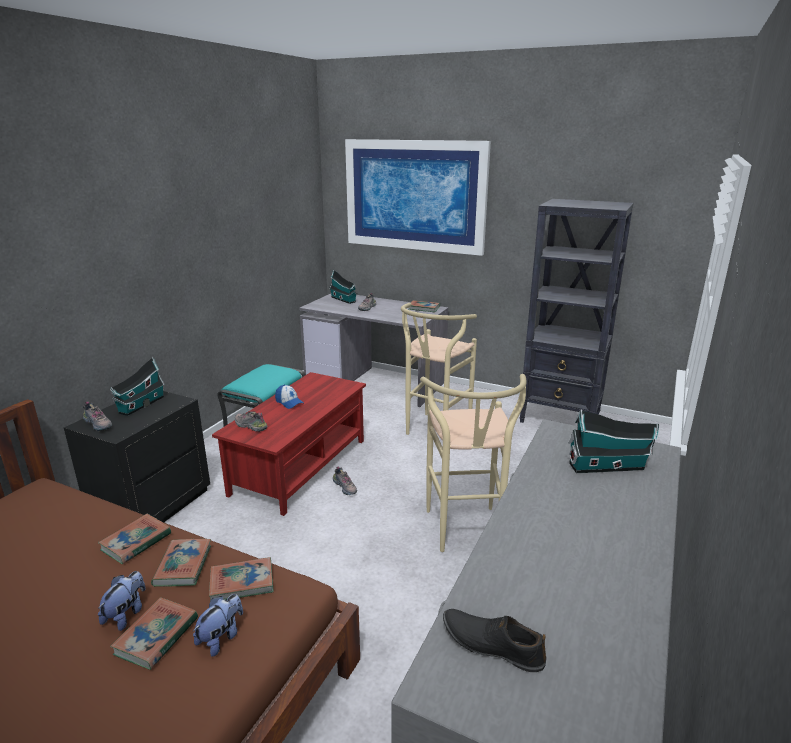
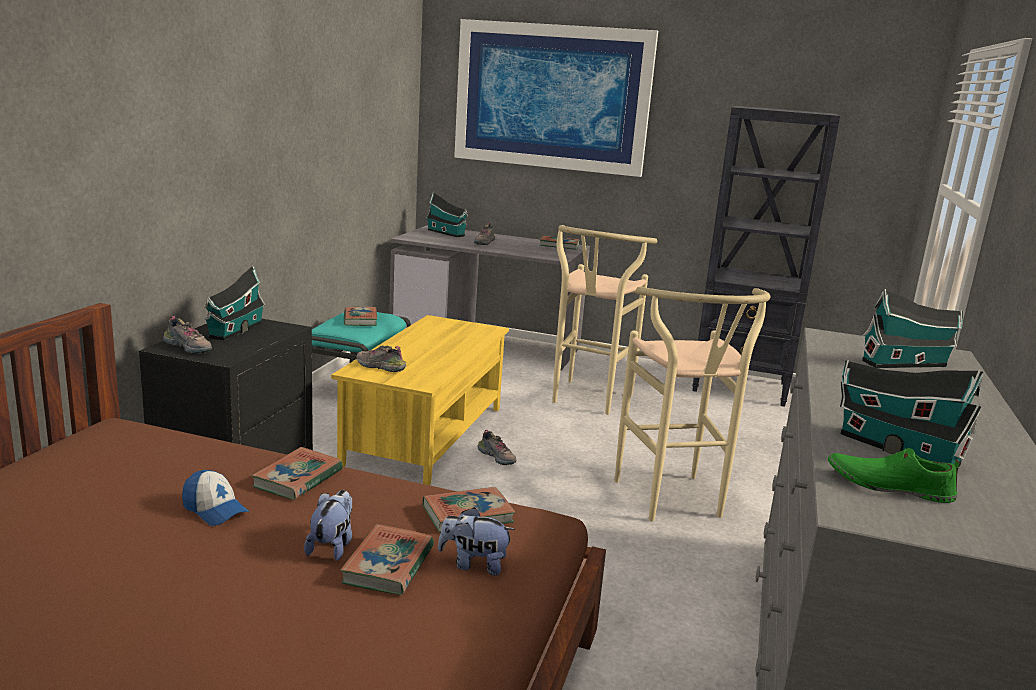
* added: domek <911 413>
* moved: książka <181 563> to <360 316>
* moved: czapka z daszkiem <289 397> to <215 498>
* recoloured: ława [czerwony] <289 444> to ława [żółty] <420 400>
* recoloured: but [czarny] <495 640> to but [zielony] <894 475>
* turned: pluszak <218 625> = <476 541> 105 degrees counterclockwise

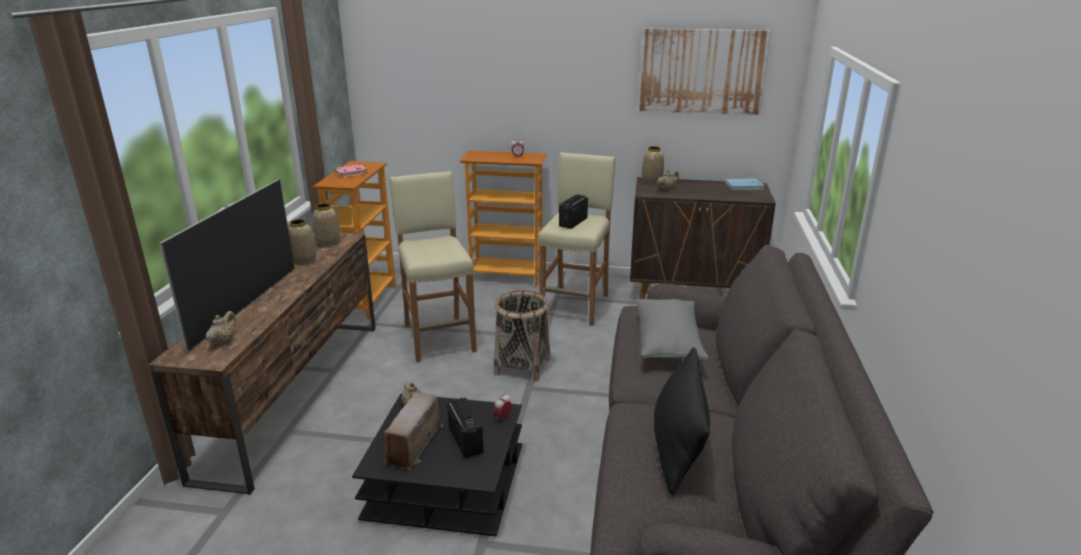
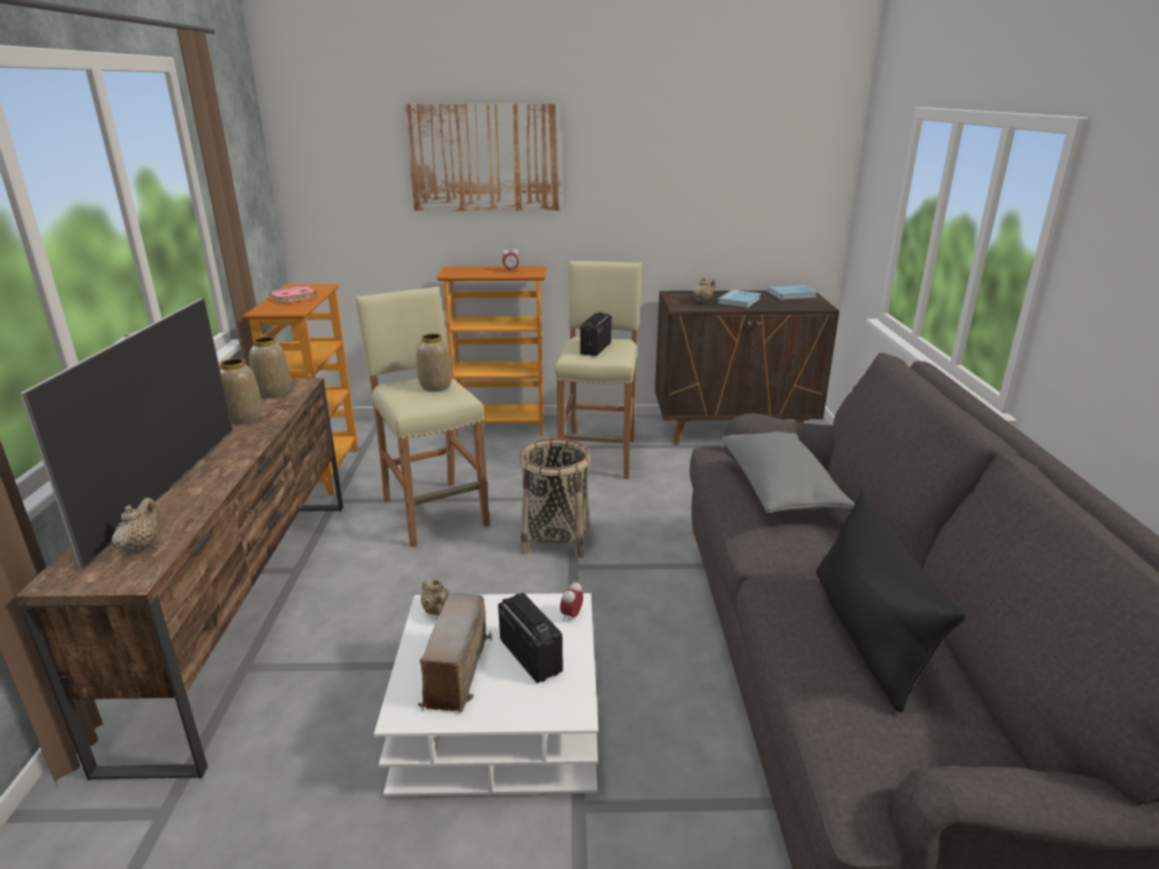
* added: książka [niebieski] <739 299>
* moved: obraz <705 71> to <483 157>
* moved: wazon <653 164> to <434 362>
* recoloured: ława [czarny] <437 465> to ława [biały] <486 694>

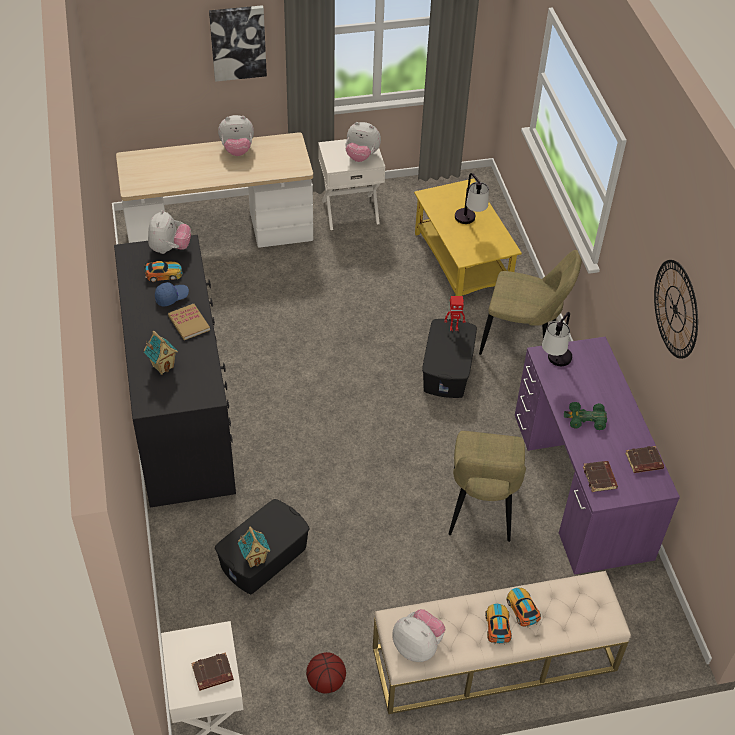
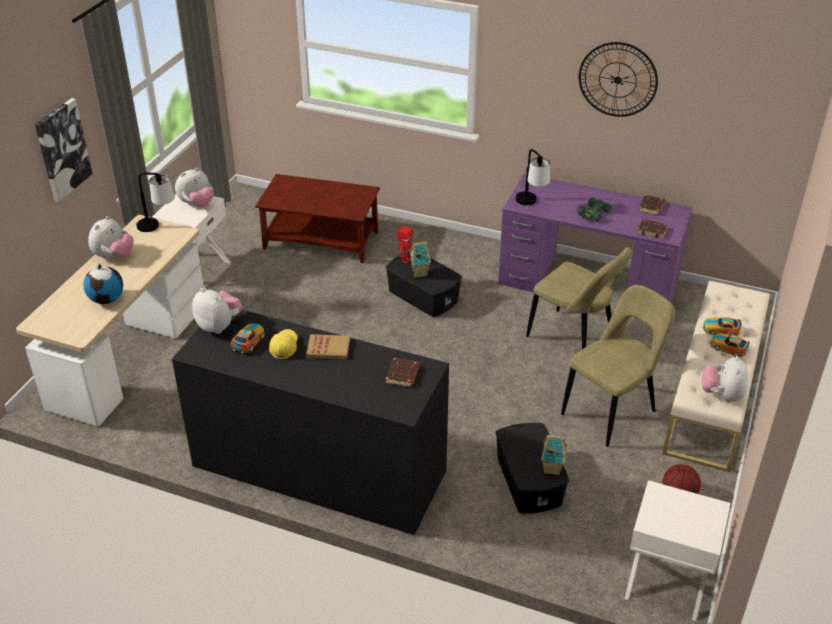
* added: globus <103 284>
* moved: domek <161 353> to <420 259>
* moved: książka [brązowy] <212 671> to <403 372>
* moved: lampa stołowa <472 198> to <156 202>
* moved: krzesło [beżowy] <530 302> to <618 365>
* recoloured: czapka z daszkiem [niebieski] <172 294> to czapka z daszkiem [żółty] <283 344>
* recoloured: ława [żółty] <468 237> to ława [brązowy] <317 218>
* turned: pluszak <418 635> = <725 379> 60 degrees counterclockwise

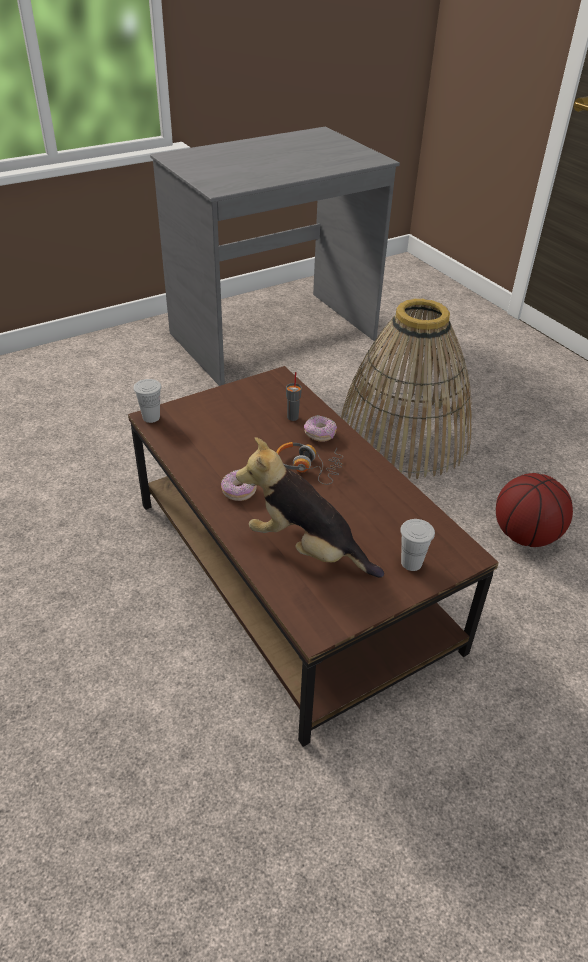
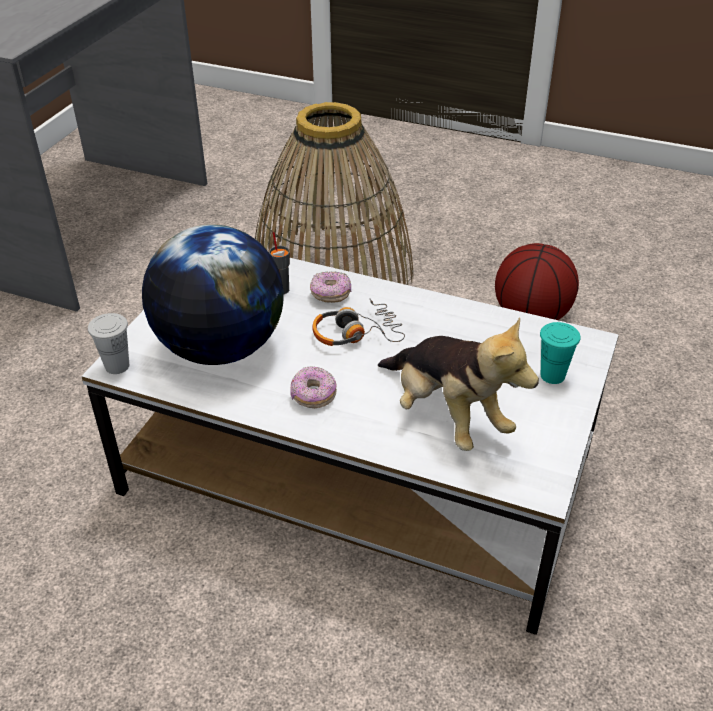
* added: globus <213 294>
* recoloured: ława [brązowy] <313 556> to ława [biały] <350 446>
* recoloured: filiżanka [biały] <417 545> to filiżanka [turkusowy] <560 353>
* turned: pluszak <310 507> = <458 384> 120 degrees counterclockwise

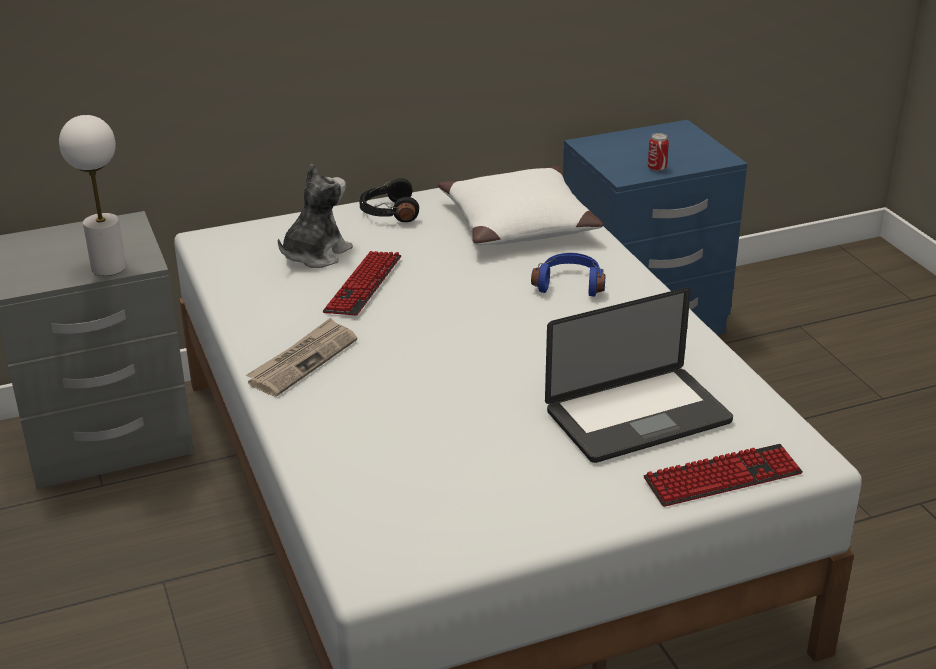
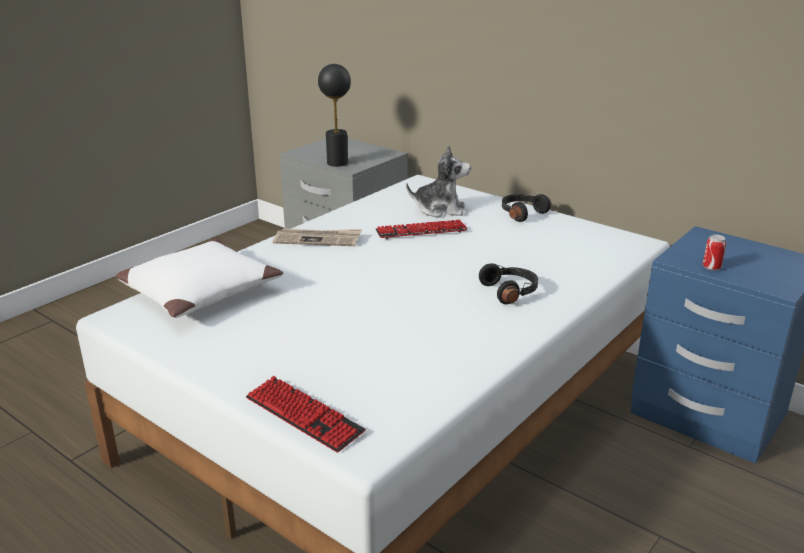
* removed: laptop <639 375>
* moved: poduszka [biały] <521 205> to <199 278>
* recoloured: lampa stołowa [biały] <92 195> to lampa stołowa [czarny] <334 115>
* recoloured: słuchawki [niebieski] <568 275> to słuchawki [czarny] <508 283>

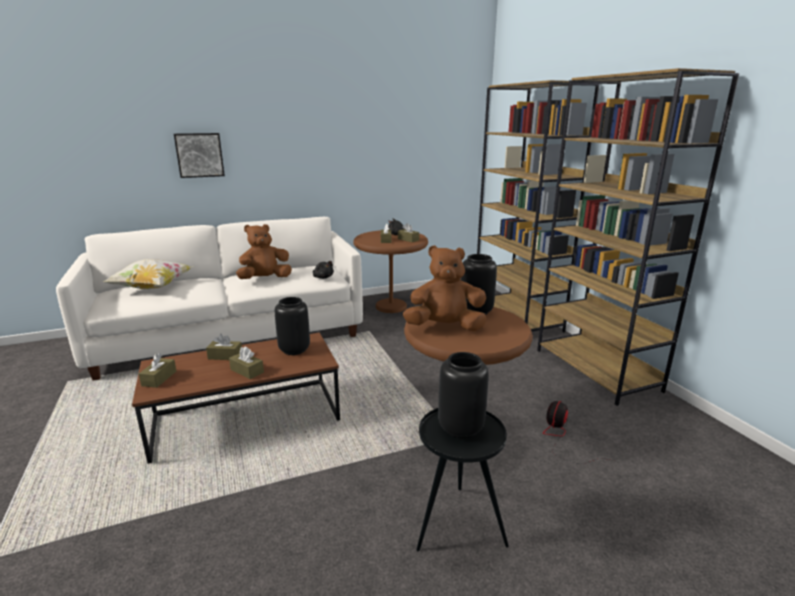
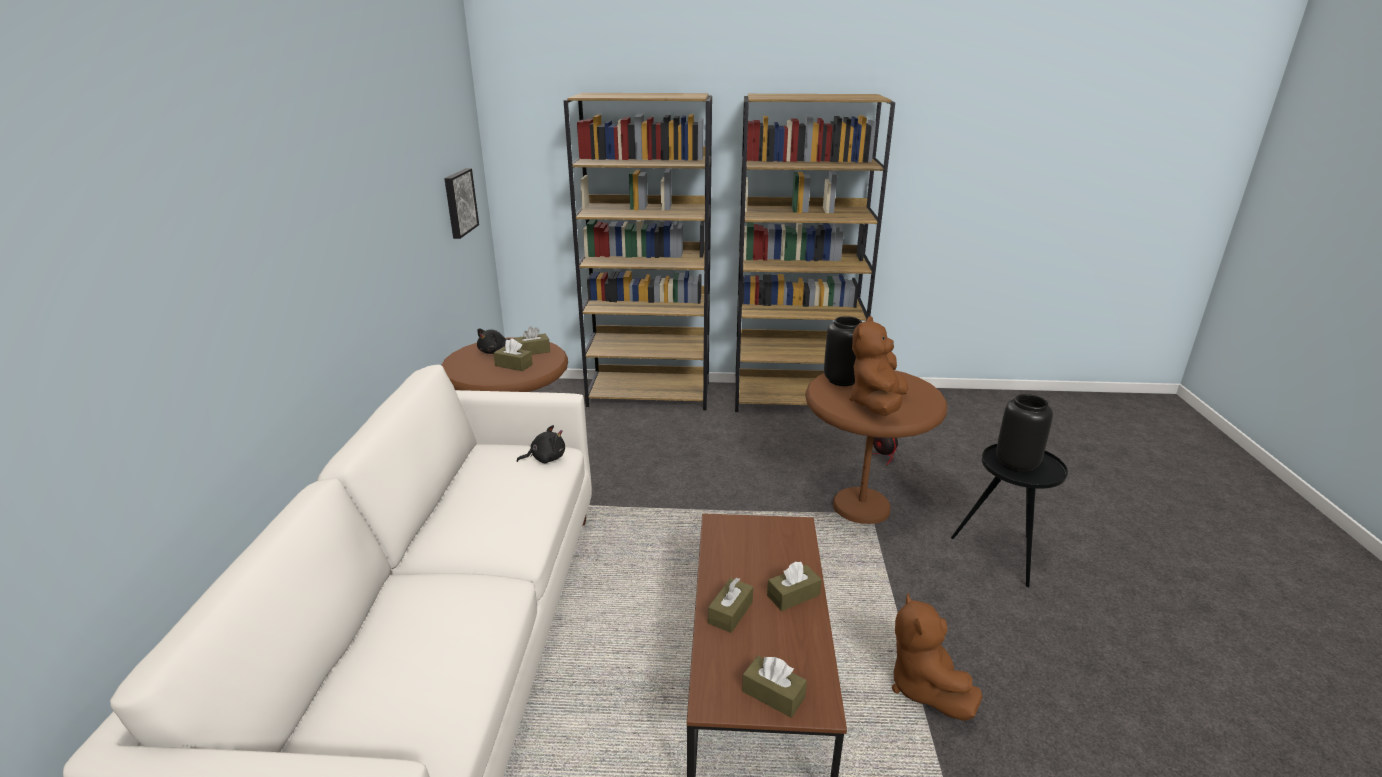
* removed: poduszka <148 274>
* removed: wazon [czarny] <292 326>
* moved: obraz <199 155> to <461 203>
* moved: pluszak [brązowy] <264 251> to <937 657>

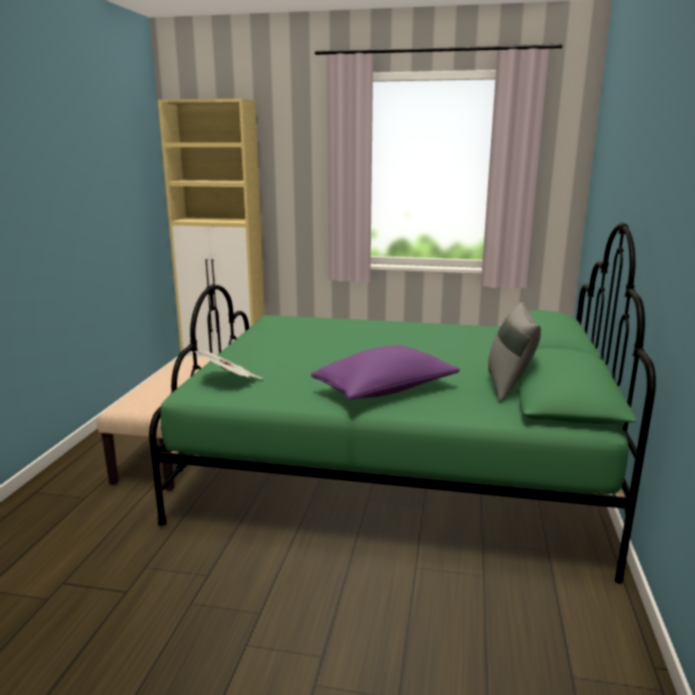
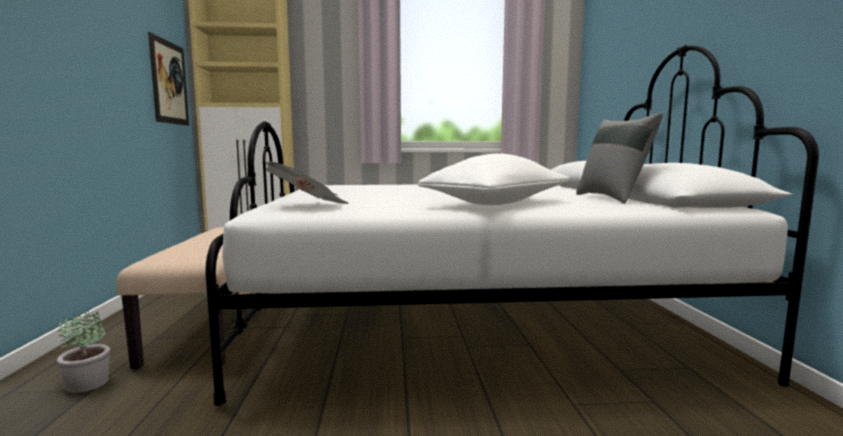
* added: roślina doniczkowa <83 351>
* added: obraz <168 79>
* recoloured: łóżko [zielony] <402 403> to łóżko [biały] <512 225>
* recoloured: poduszka [fioletowy] <385 372> to poduszka [biały] <494 179>

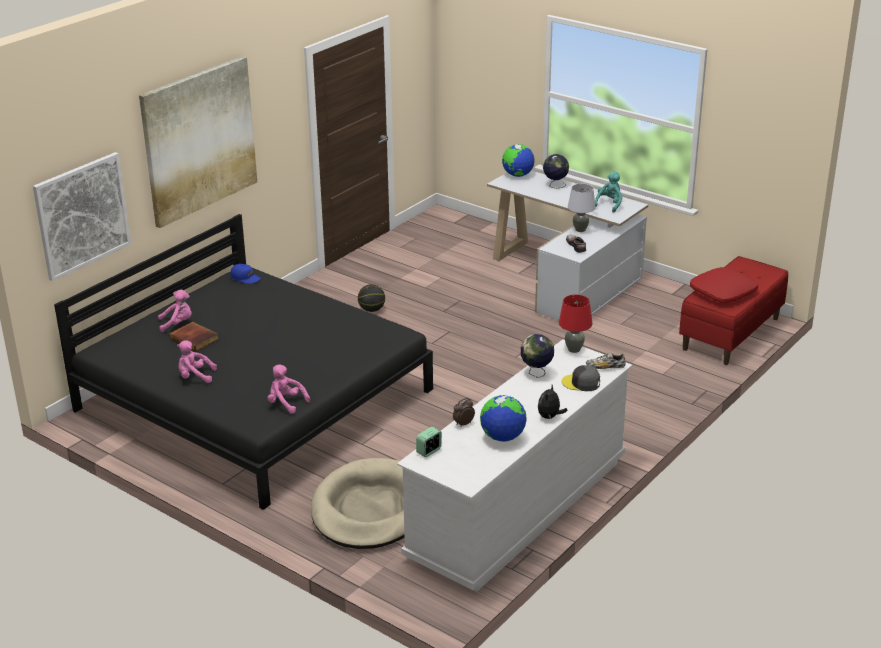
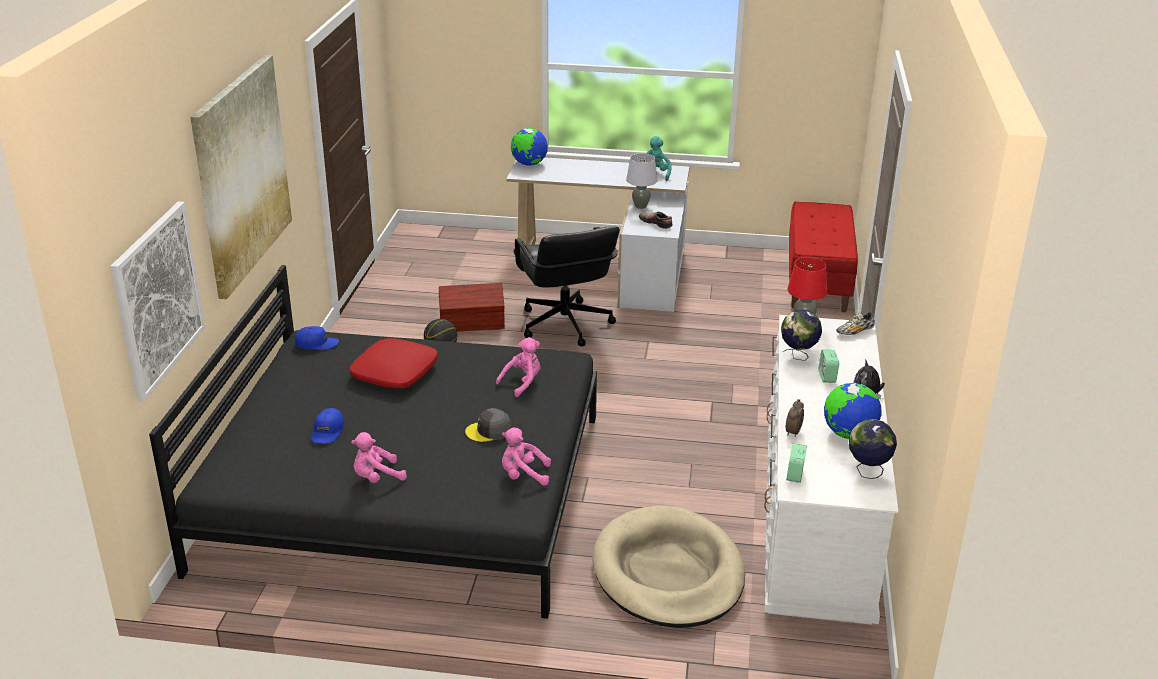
* added: pojemnik do przechowywania [brązowy] <472 307>
* added: krzesło biurowe [czarny] <566 286>
* added: budzik <829 366>
* moved: pluszak [różowy] <175 311> to <518 367>
* moved: globus <556 171> to <873 449>
* moved: czapka z daszkiem [szary] <581 378> to <488 425>
* moved: poduszka [czerwony] <724 285> to <394 363>
* replaced: książka <194 337> to czapka z daszkiem [niebieski] <327 426>

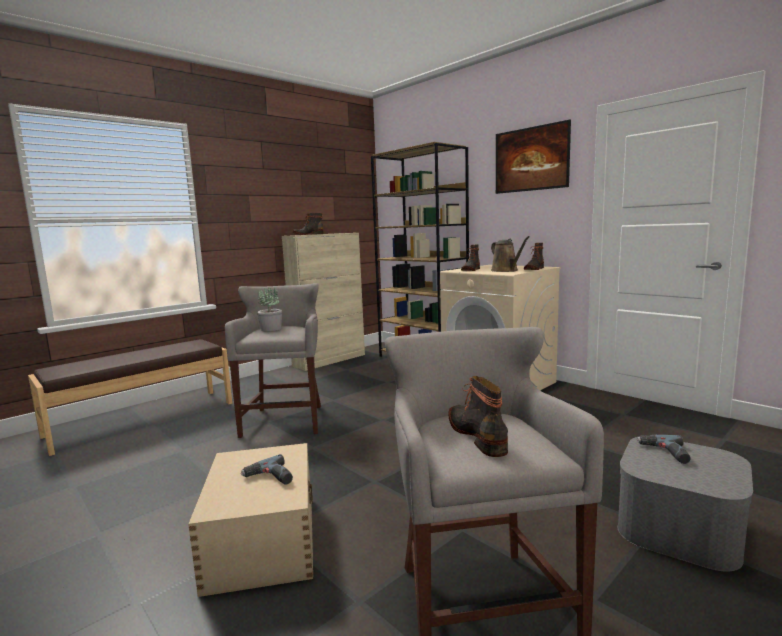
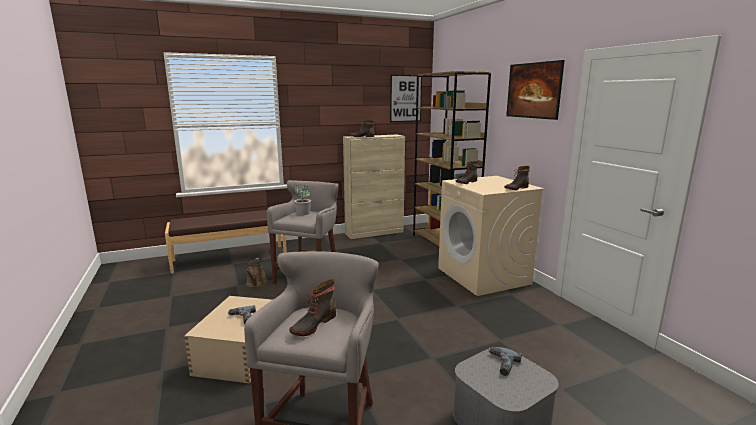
* added: obraz <406 98>
* moved: konewka [brązowy] <510 254> to <257 272>
* turned: but z cholewką <478 416> = <312 307> 150 degrees counterclockwise

